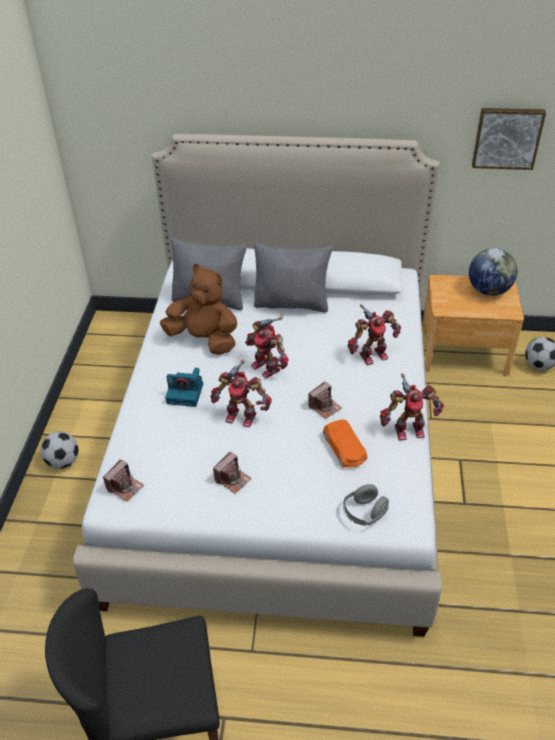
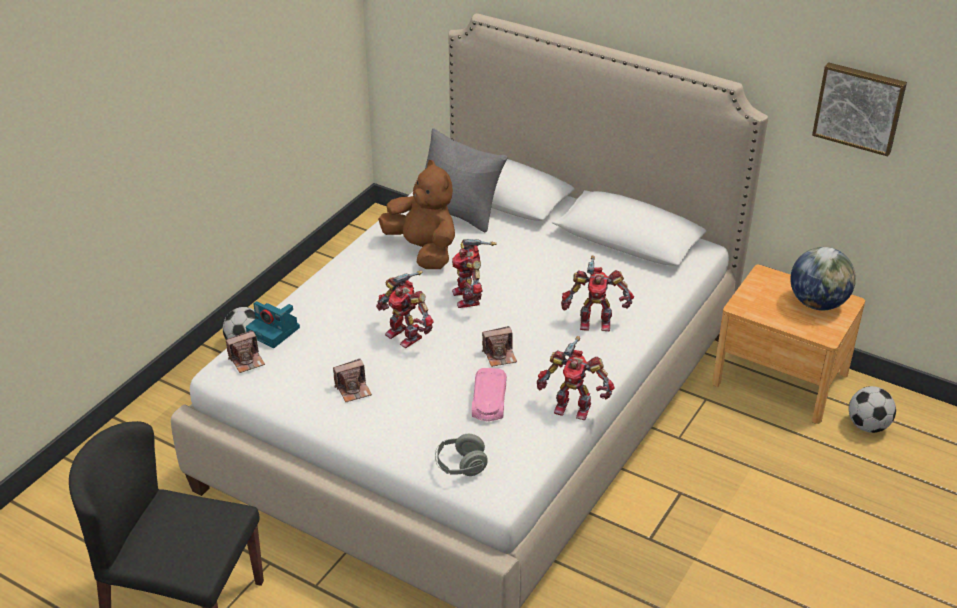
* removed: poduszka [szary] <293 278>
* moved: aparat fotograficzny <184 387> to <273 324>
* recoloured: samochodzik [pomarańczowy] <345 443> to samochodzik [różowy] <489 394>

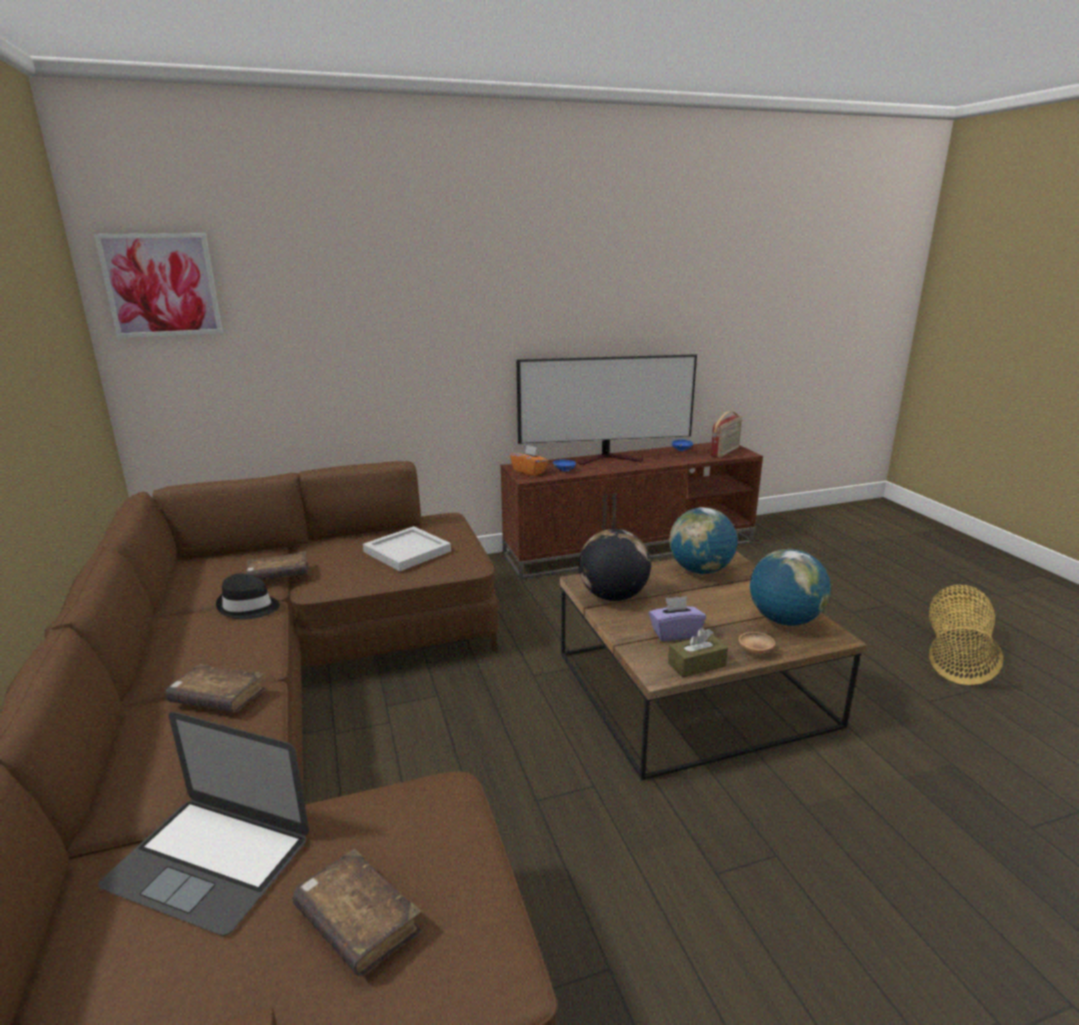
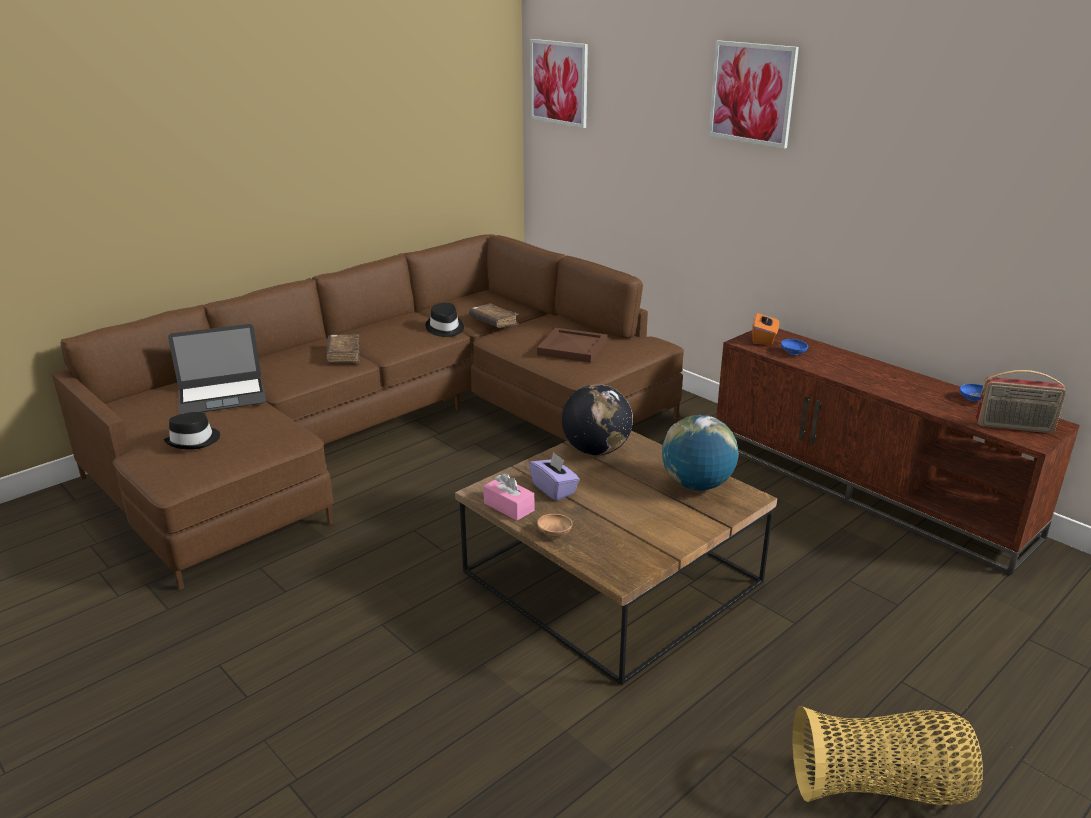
* removed: telewizor <606 409>
* removed: globus <790 587>
* added: obraz <753 94>
* replaced: książka [brązowy] <357 912> to kapelusz [czarny] <192 430>
* recoloured: taca [biały] <407 548> to taca [brązowy] <572 345>
* recoloured: pudełko chusteczek [brązowy] <698 653> to pudełko chusteczek [różowy] <508 496>
* turned: laptop <203 824> = <217 369> 105 degrees counterclockwise

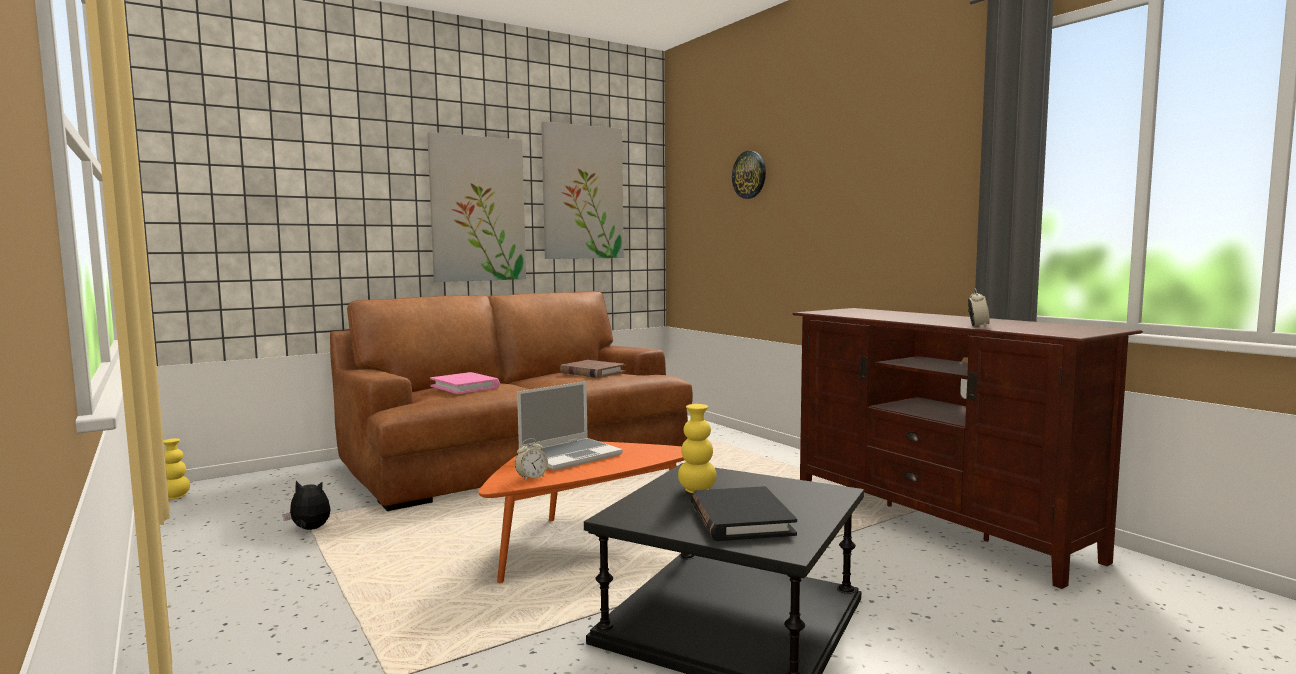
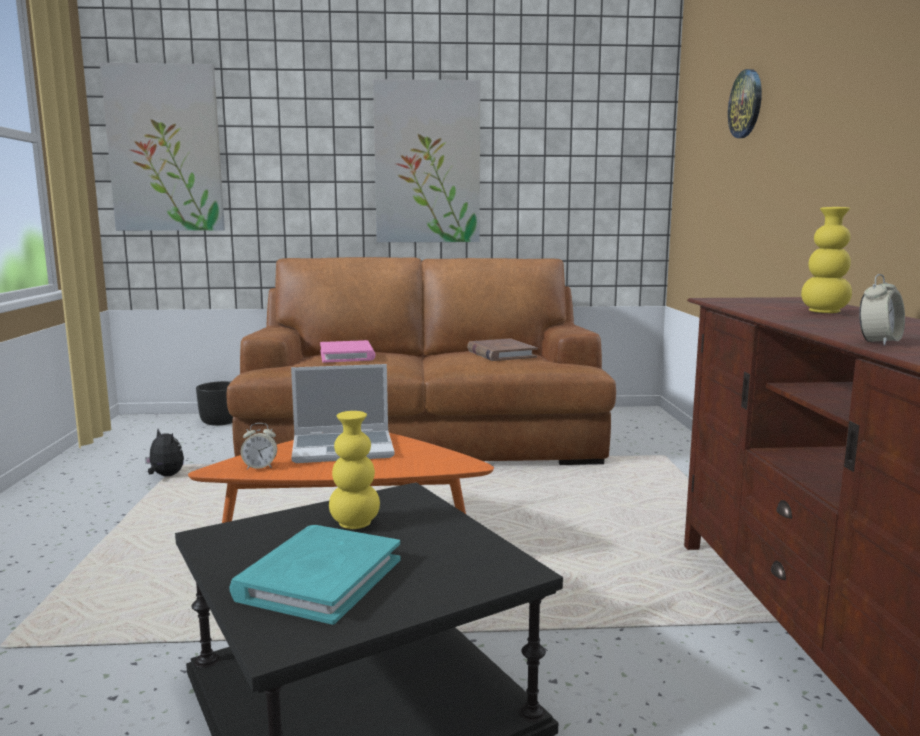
* added: donica [czarny] <214 403>
* moved: wazon [żółty] <177 468> to <826 260>
* moved: obraz <582 190> to <162 147>
* recoloured: książka [czarny] <744 513> to książka [turkusowy] <315 575>

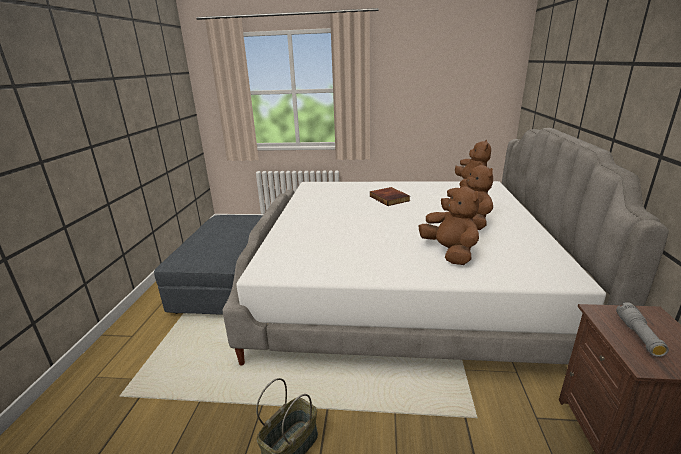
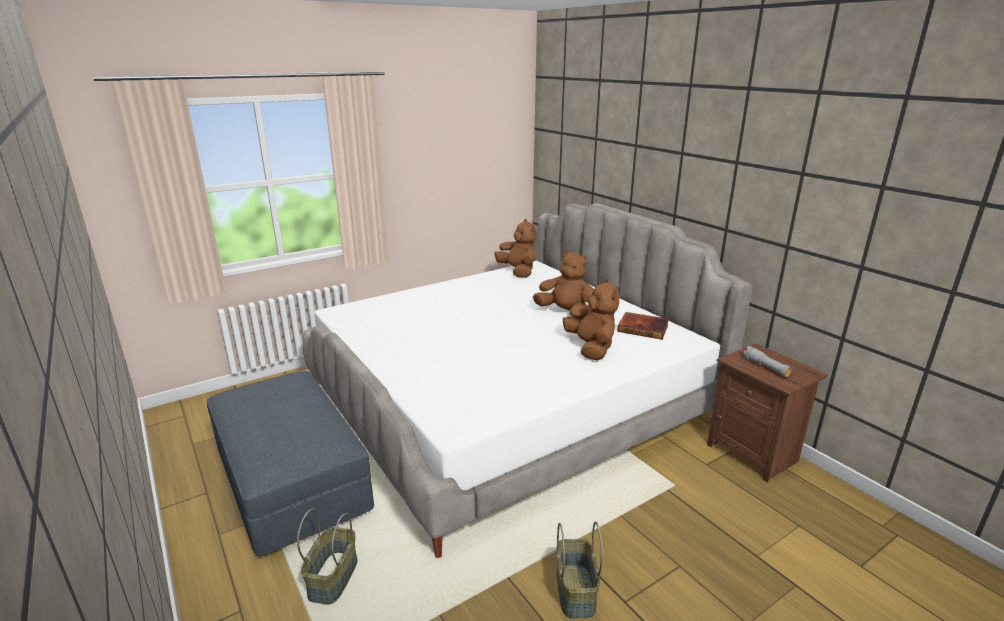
* added: koszyk <327 557>
* moved: książka <390 196> to <643 326>
* turned: pluszak [brązowy] <448 224> = <591 320> 45 degrees clockwise

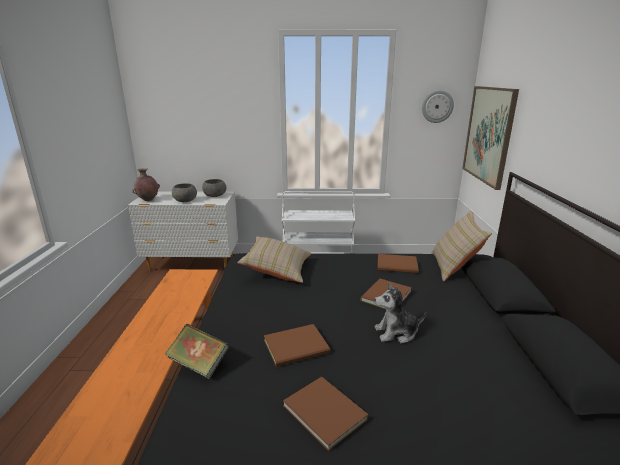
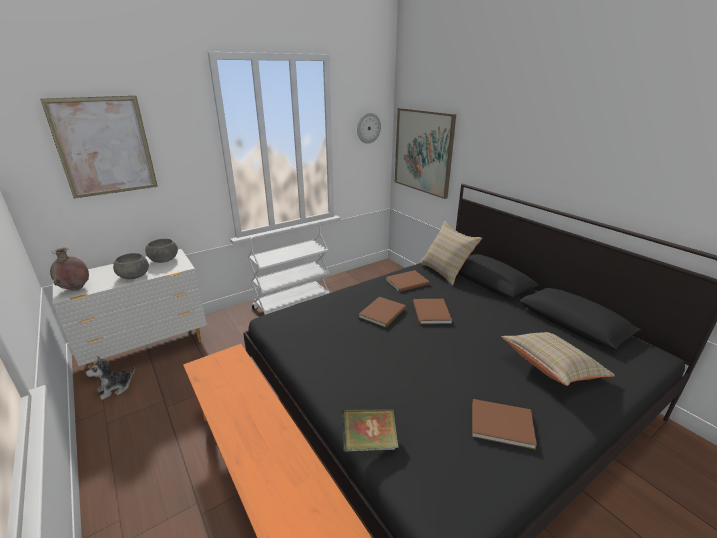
* added: obraz <99 147>
* moved: poduszka [beżowy] <274 259> to <558 359>
* moved: książka [brązowy] <297 345> to <382 312>
* moved: pluszak <400 313> to <110 378>

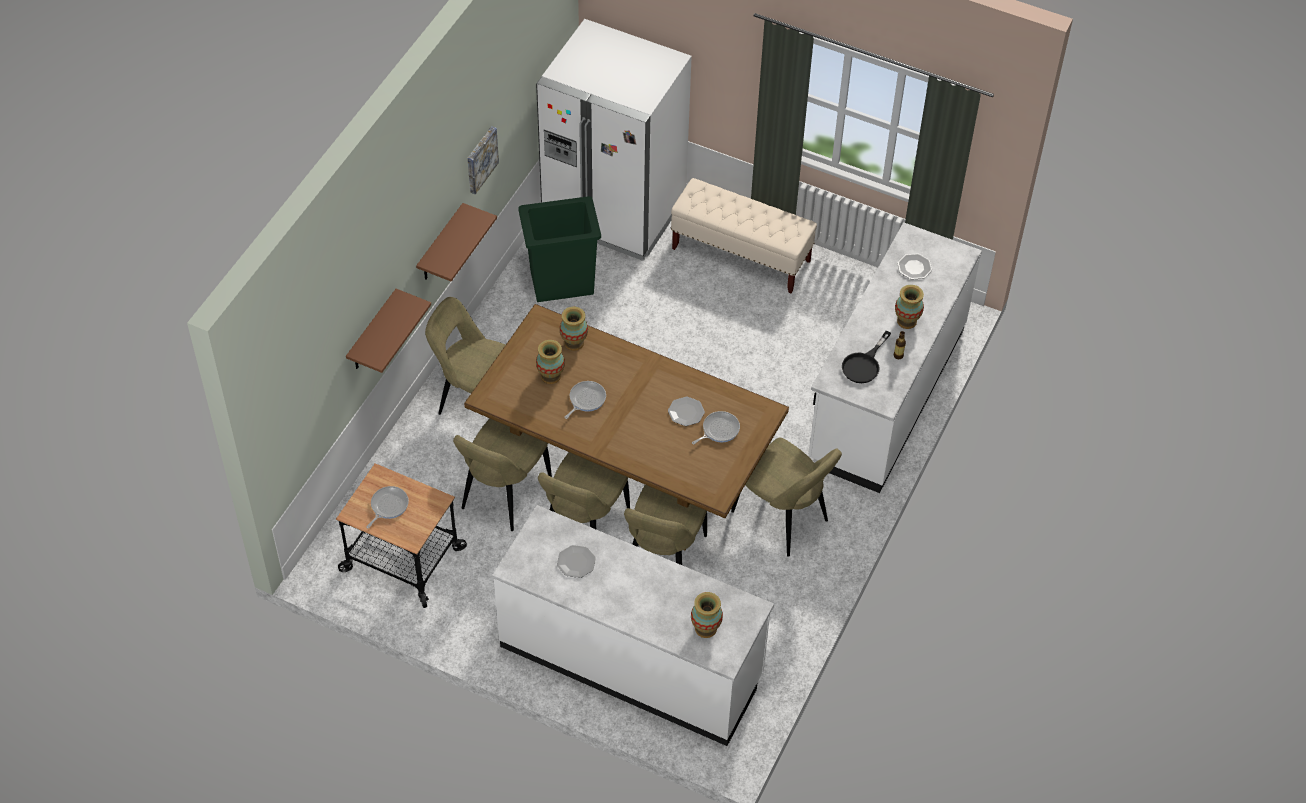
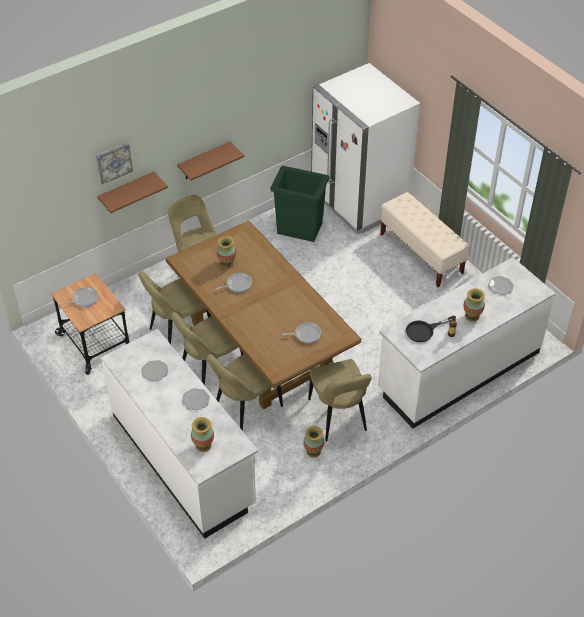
* moved: obraz <483 160> to <114 163>
* moved: wazon <574 329> to <313 441>
* moved: talerz <686 411> to <196 399>

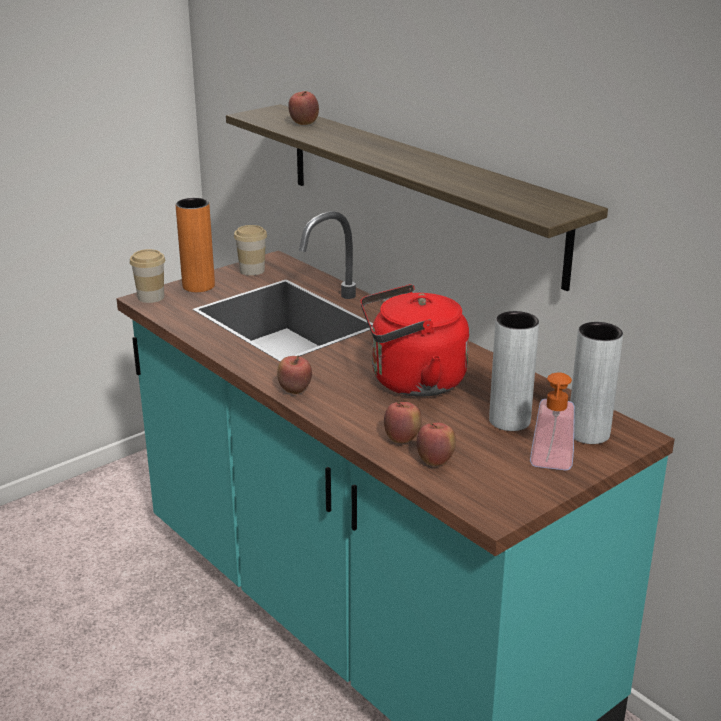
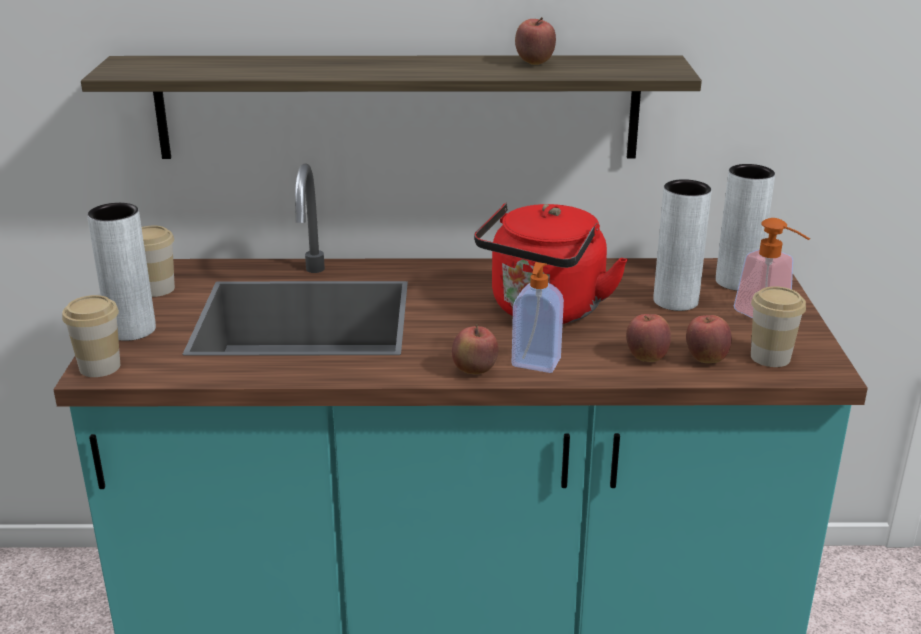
* added: dozownik mydła <538 317>
* added: filiżanka <778 326>
* moved: jabłko <303 108> to <535 41>
* recoloured: wazon [pomarańczowy] <195 245> to wazon [szary] <121 272>

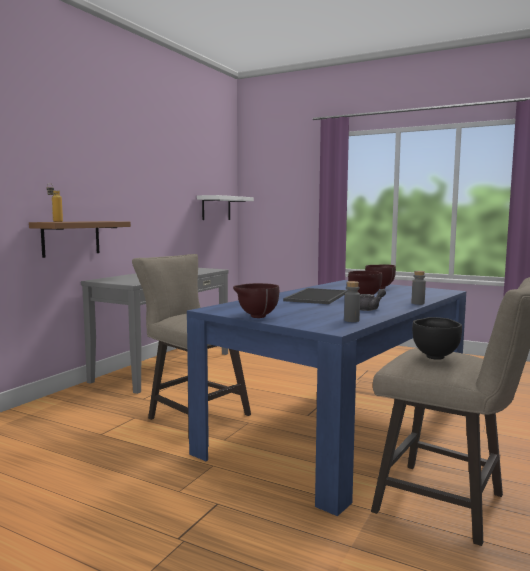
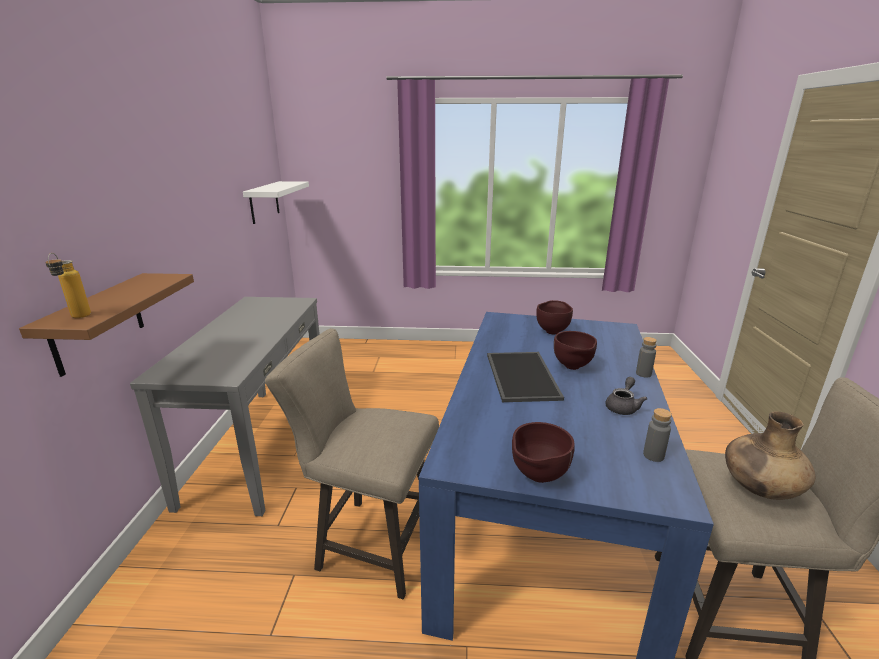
* replaced: miska [czarny] <437 338> to wazon [brązowy] <770 455>

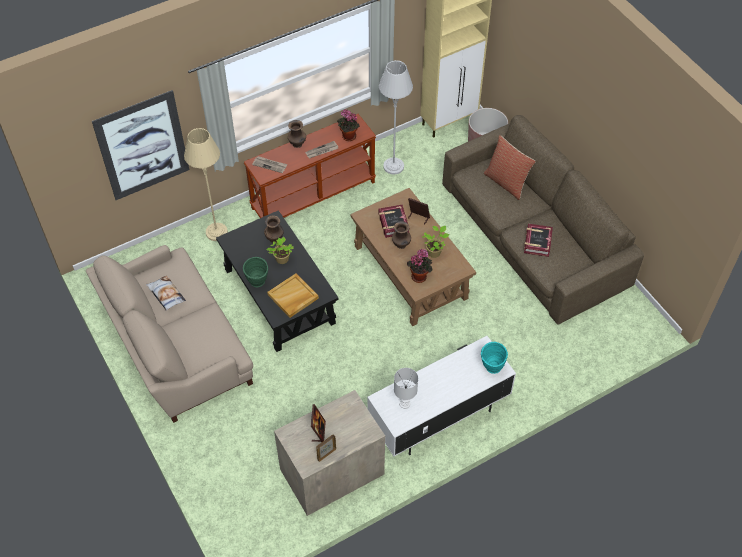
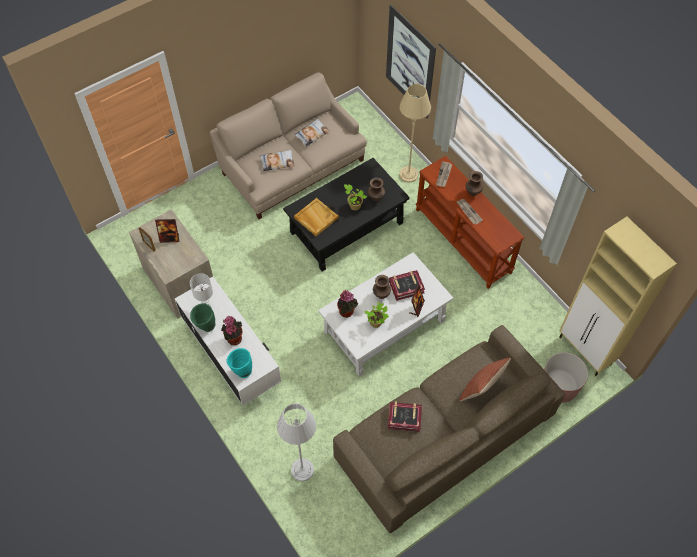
* added: poduszka <277 160>
* moved: wazon [zielony] <255 272> to <202 317>
* moved: roślina doniczkowa <348 125> to <231 330>
* moved: lampa stojąca [szary] <396 117> to <296 442>
* recoloured: ława [brązowy] <413 257> to ława [biały] <385 314>

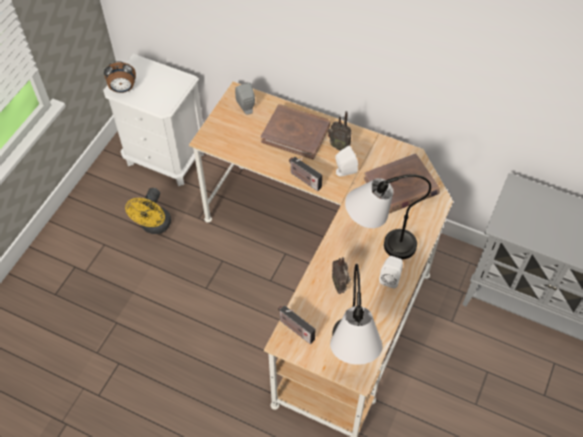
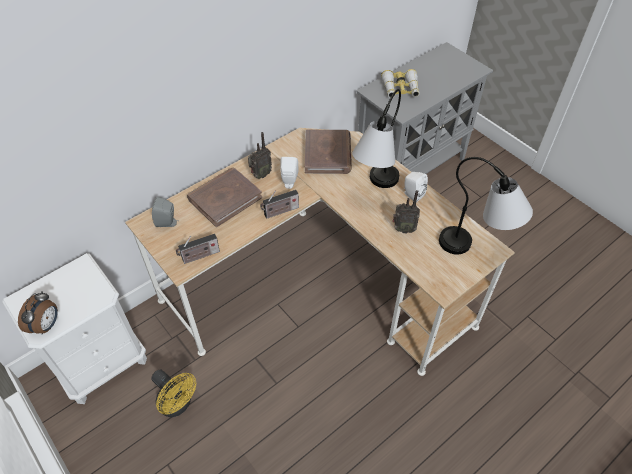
* added: lornetka <400 83>
* moved: radio <297 324> to <198 249>

